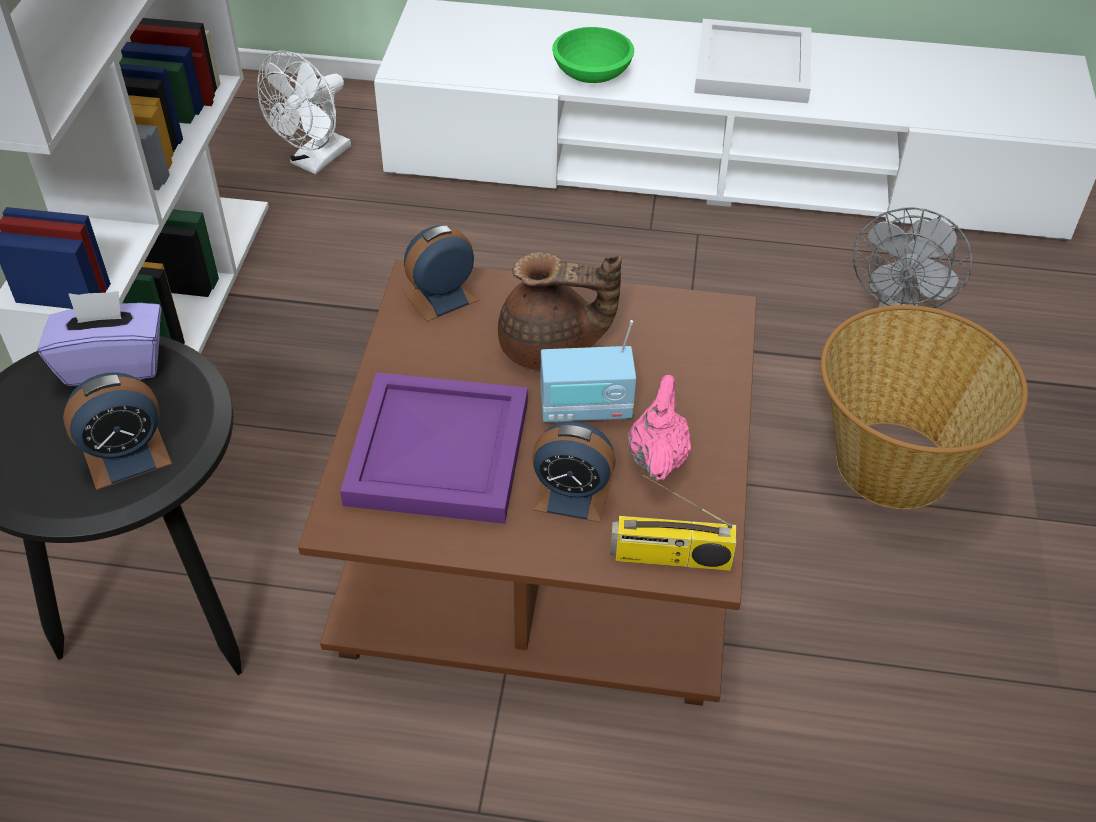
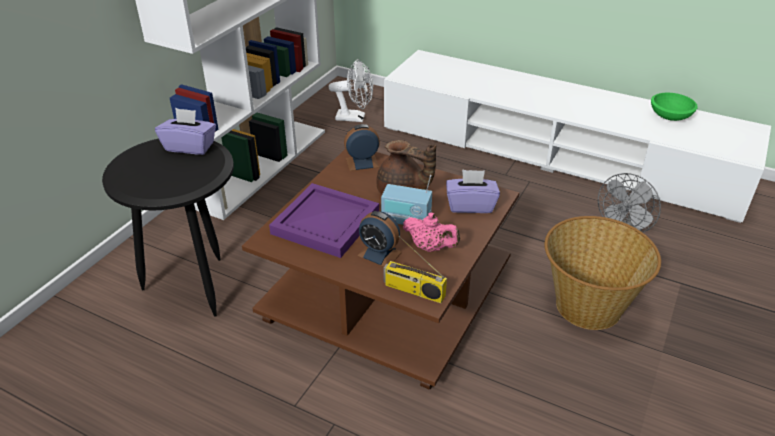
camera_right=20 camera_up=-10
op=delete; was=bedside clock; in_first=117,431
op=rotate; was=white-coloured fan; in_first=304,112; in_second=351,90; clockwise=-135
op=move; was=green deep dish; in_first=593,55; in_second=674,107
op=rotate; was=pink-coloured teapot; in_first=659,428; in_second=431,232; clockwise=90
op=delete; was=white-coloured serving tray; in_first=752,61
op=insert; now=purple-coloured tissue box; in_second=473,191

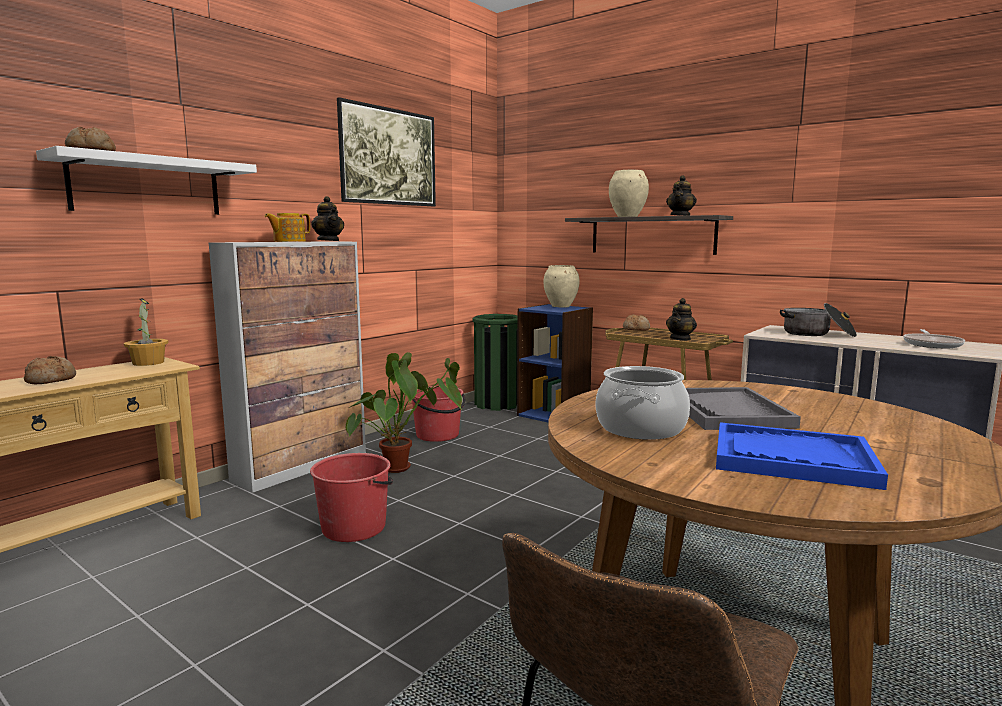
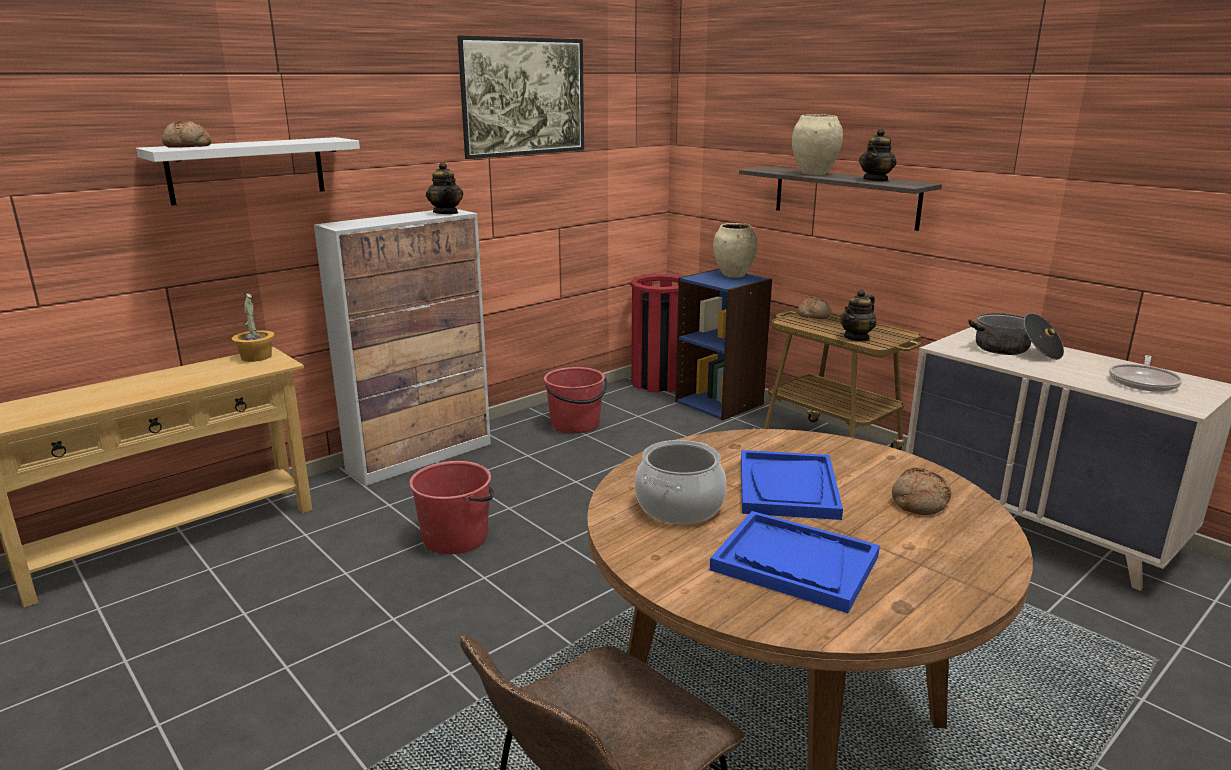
camera_right=10 camera_up=10
op=move; was=bread; in_first=50,370; in_second=921,491
op=delete; was=teapot; in_first=287,227
op=delete; was=plant in a pot; in_first=404,412
op=recolor; was=green trash can; now=red trash can; in_first=495,362; in_second=655,333
op=recolor; was=greyish serving tray; now=blue-coloured serving tray; in_first=743,408; in_second=792,485

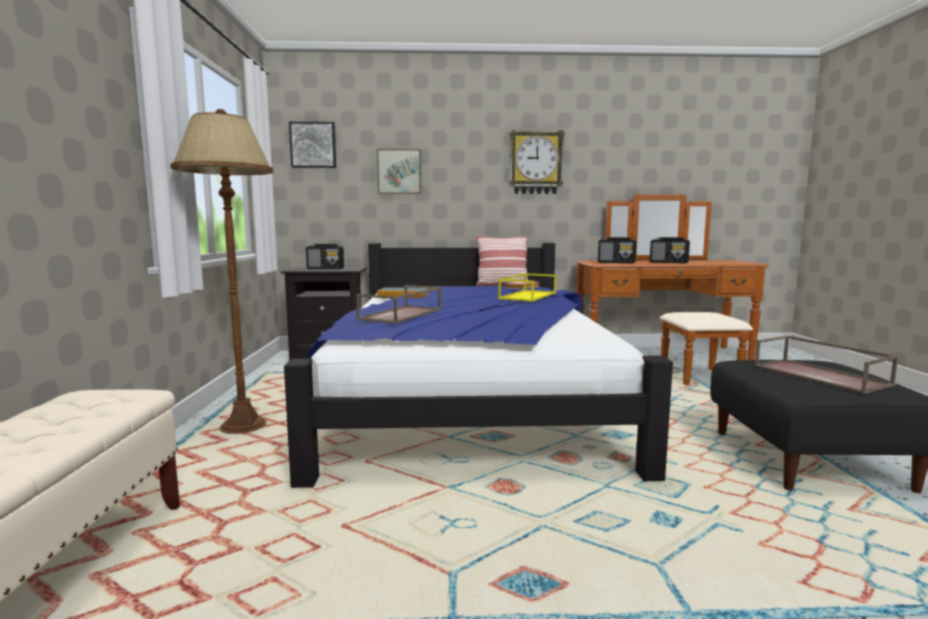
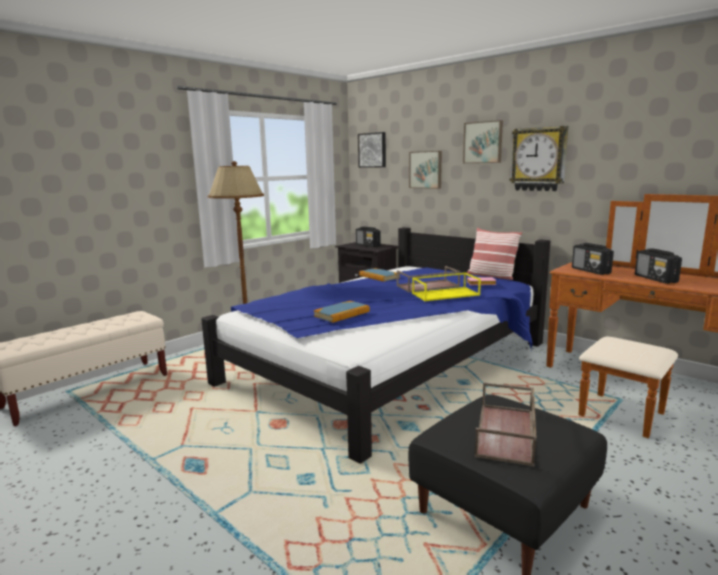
camera_right=45 camera_up=5
op=move; was=brown serving tray; in_first=398,304; in_second=428,279
op=insert; now=book; in_second=341,312
op=insert; now=wall picture; in_second=483,141

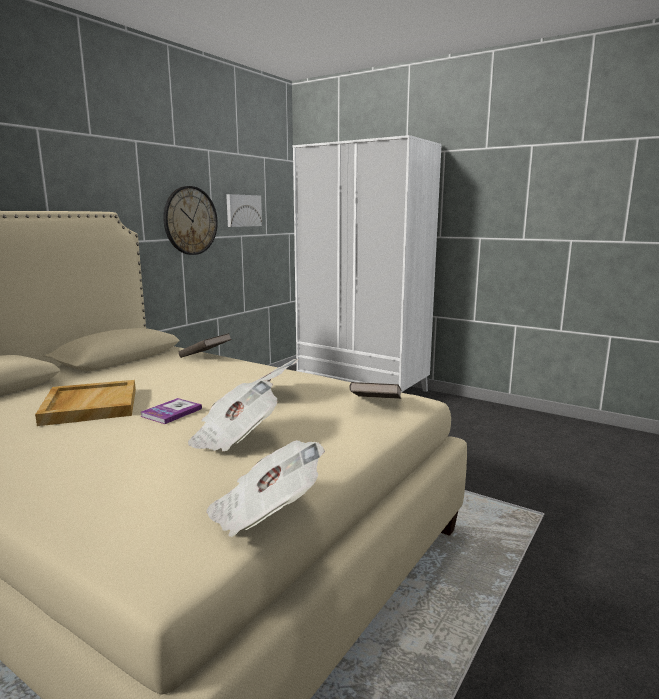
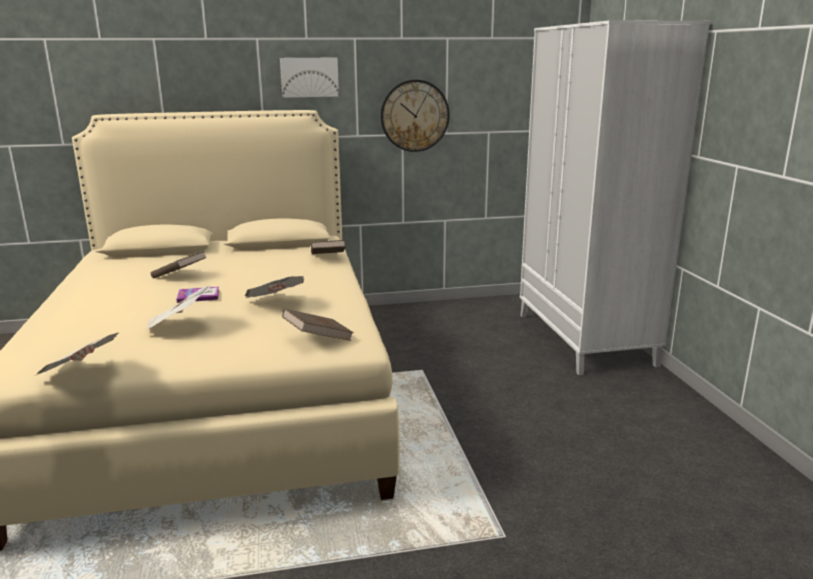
camera_right=45 camera_up=5
op=replace; was=sand-coloured serving tray; now=brown book; in_first=85,403; in_second=179,265
op=move; was=wall picture; in_first=244,210; in_second=309,78

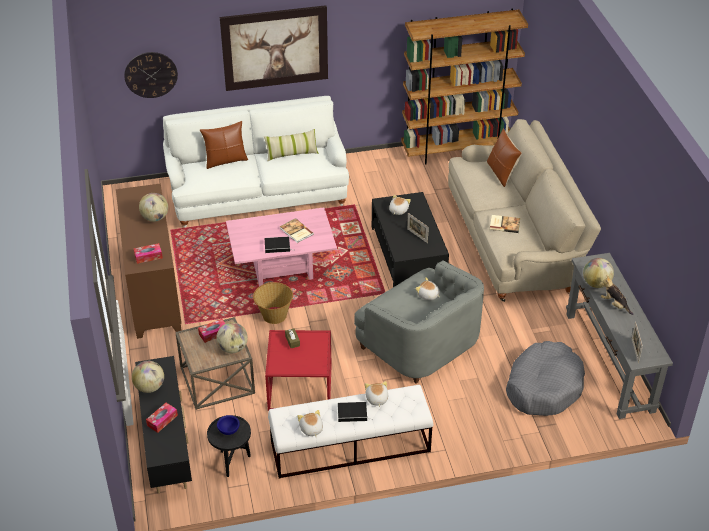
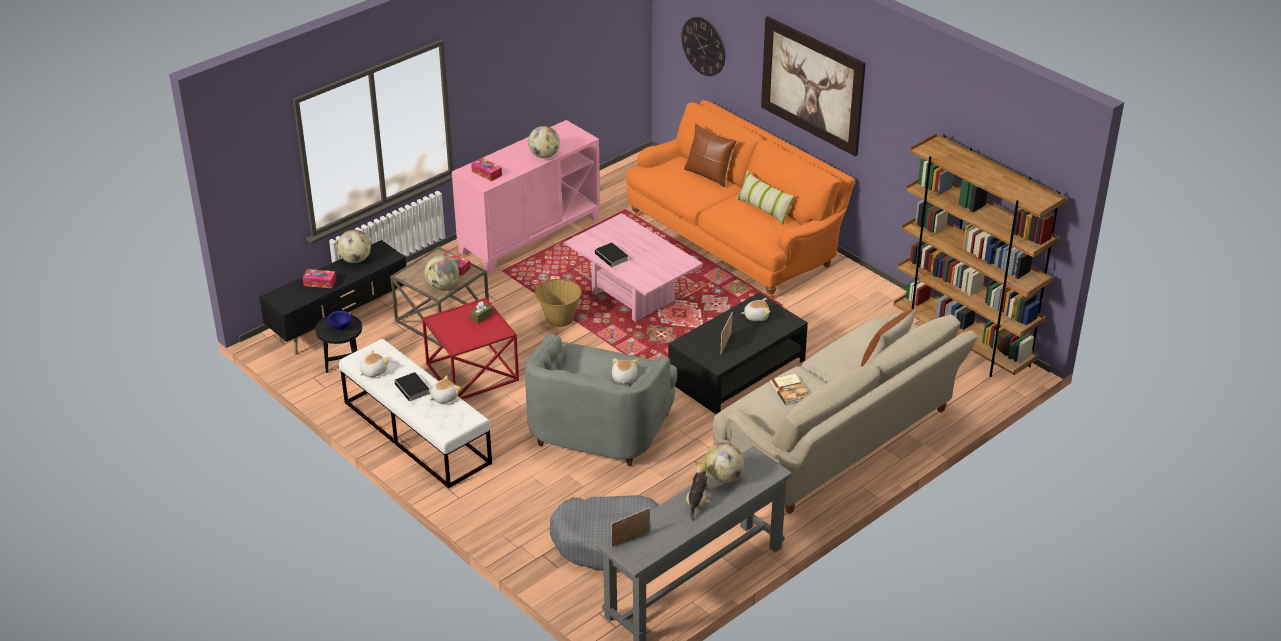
camera_right=60 camera_up=-5
op=recolor; was=brown storage cabinet; now=pink-coloured storage cabinet; in_first=149,261; in_second=526,196
op=recolor; was=white-coloured sofa; now=orange-coloured sofa; in_first=256,161; in_second=740,199
op=delete; was=book; in_first=297,230

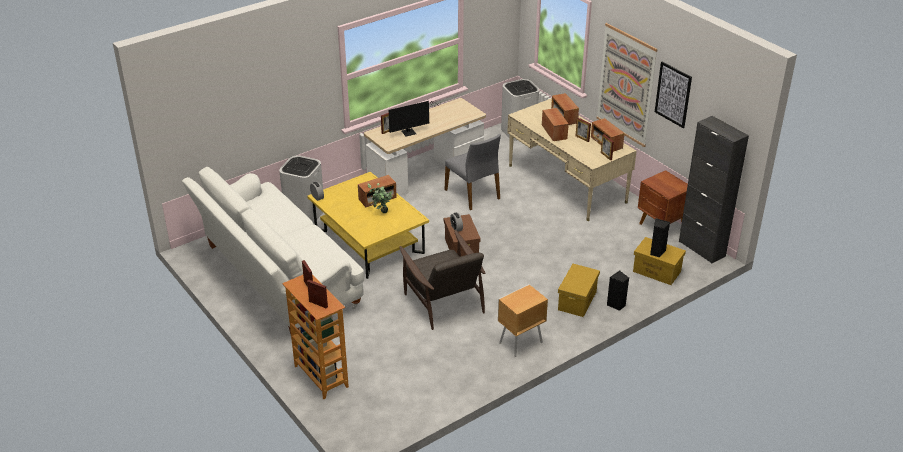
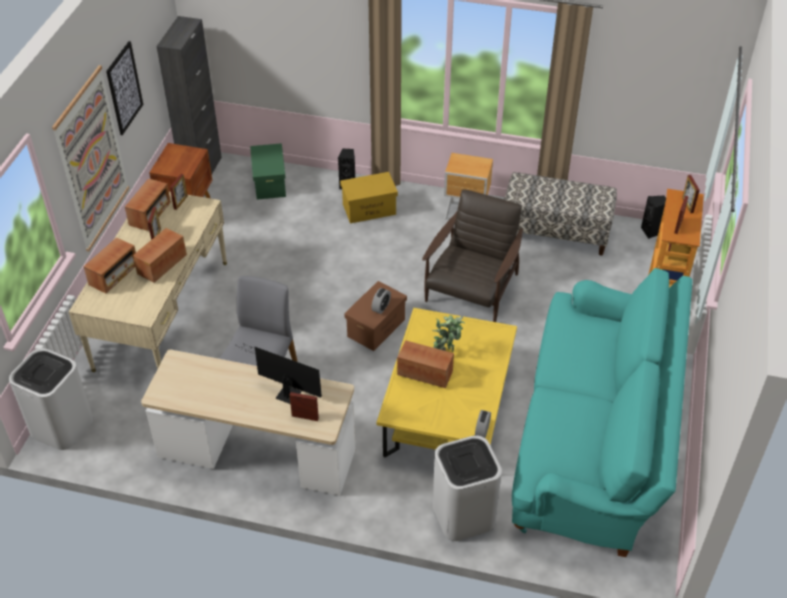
camera_right=-130 camera_up=10
op=recolor; was=white-coloured sofa; now=turquoise sofa; in_first=273,250; in_second=602,412
op=recolor; was=yellow-coloured storage container; now=green storage container; in_first=659,261; in_second=268,171
op=move; was=black loudspeaker; in_first=660,237; in_second=653,217
op=insert; now=bench; in_second=560,214

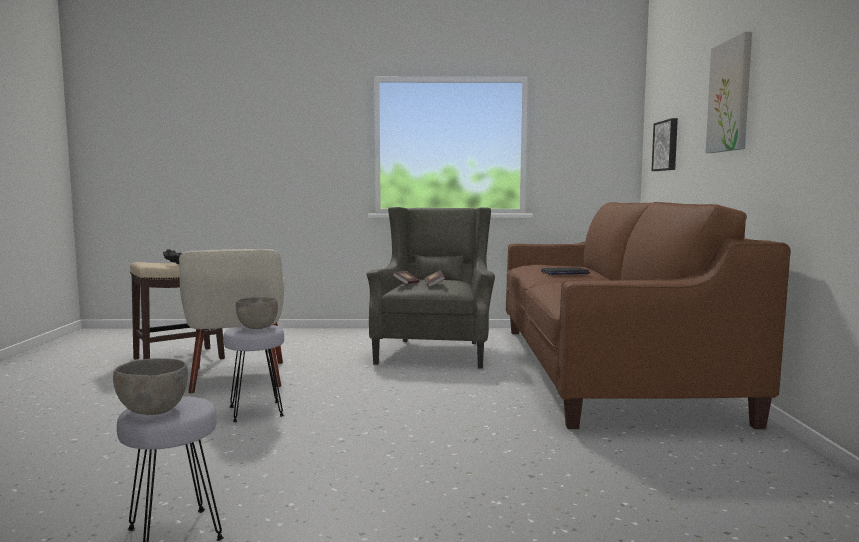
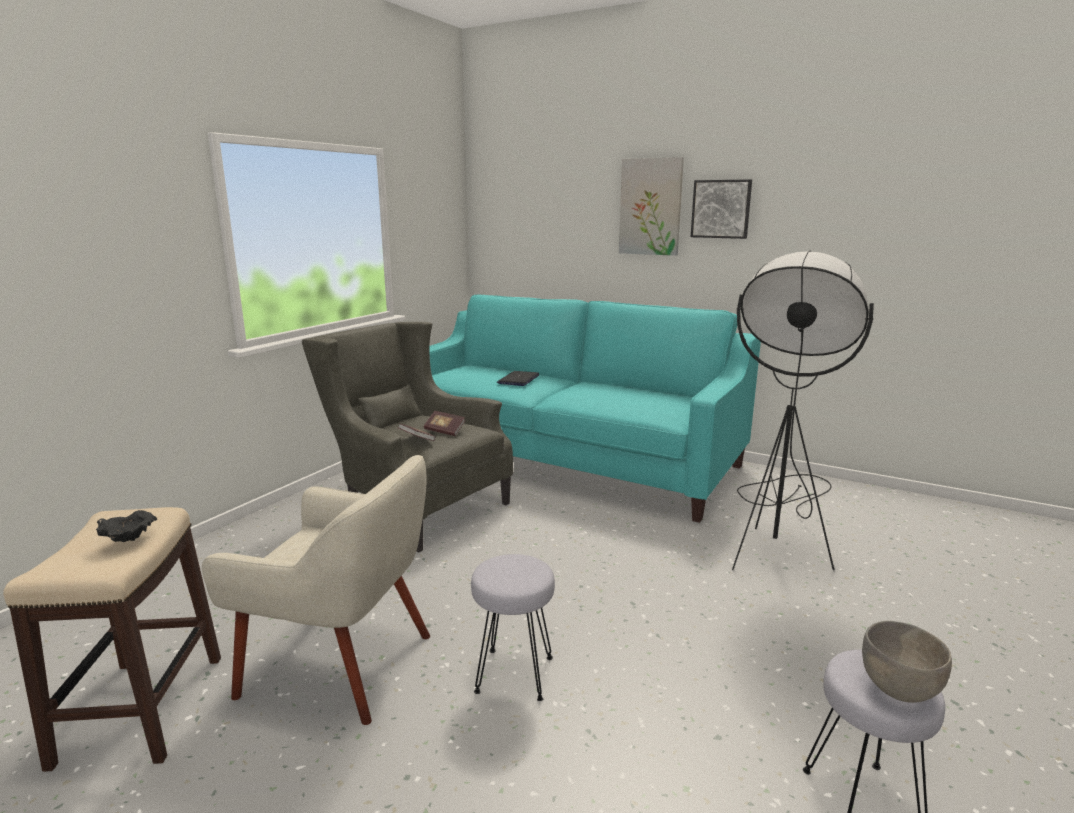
camera_right=-60 camera_up=10
op=delete; was=greyish deep dish; in_first=257,313
op=recolor; was=brown sofa; now=turquoise sofa; in_first=648,315; in_second=595,409
op=move; was=wall picture; in_first=664,144; in_second=721,209
op=insert; now=black standard lamp; in_second=803,410

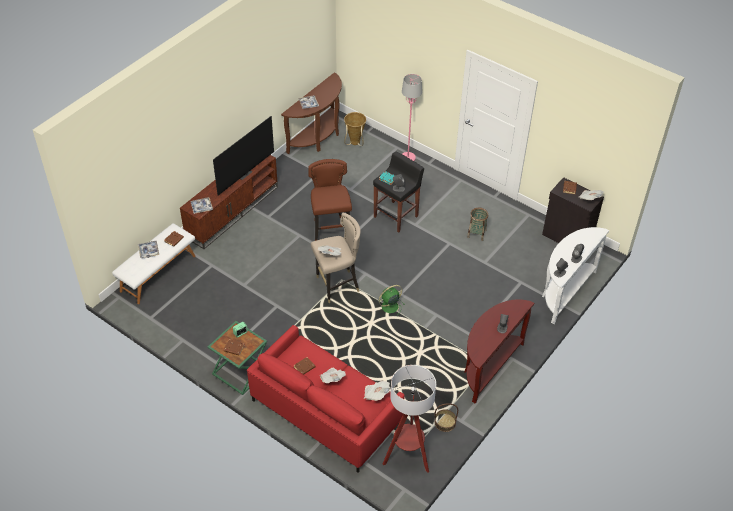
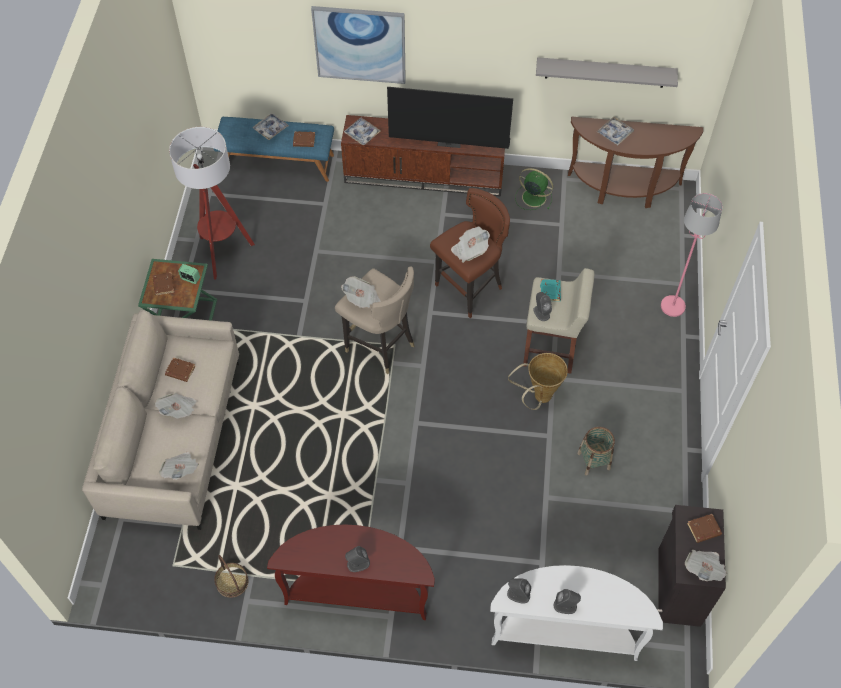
camera_right=60 camera_up=10
op=recolor; was=white-coloured bench; now=blue-coloured bench; in_first=154,263; in_second=273,149
op=recolor; was=red sofa; now=sand-coloured sofa; in_first=326,399; in_second=160,420
op=move; was=storage basket; in_first=355,129; in_second=538,381
op=recolor; was=black stool; now=sand-coloured stool; in_first=398,192; in_second=559,321
op=move; was=green fan; in_first=391,299; in_second=534,189
op=move; was=standard lamp; in_first=409,418; in_second=212,203
op=insert; now=wall picture; in_second=358,45
op=insert; now=printed paper; in_second=470,245
op=insert; now=greyish wall shelf; in_second=607,72

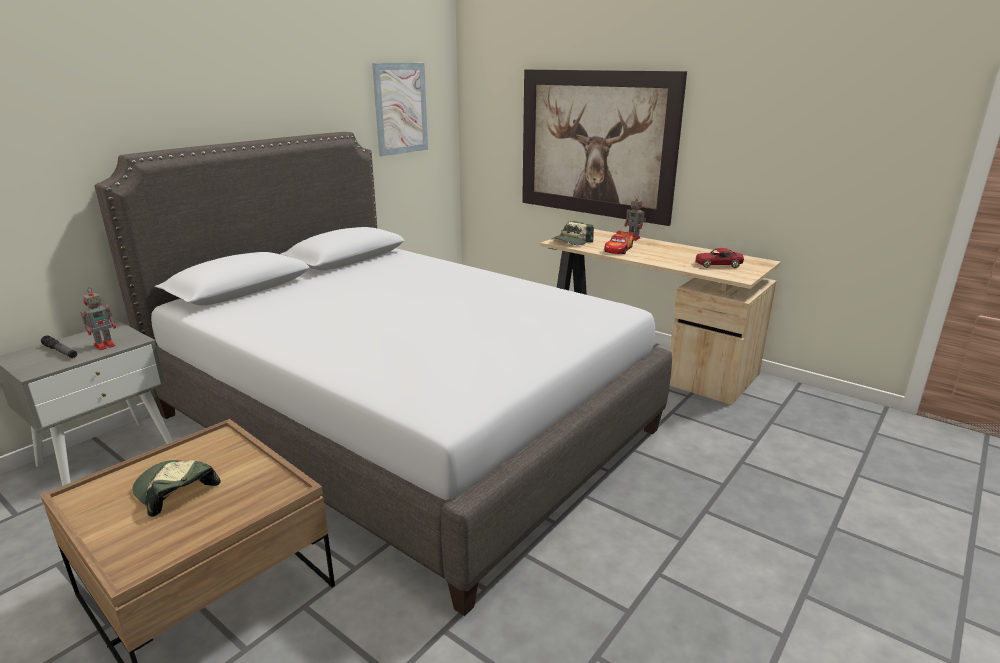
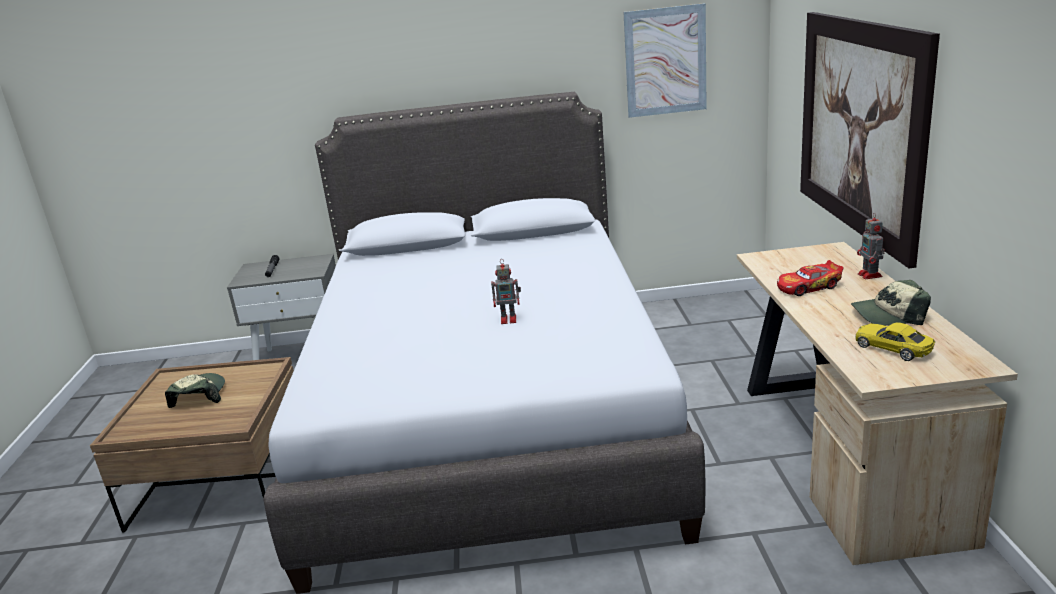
camera_right=50 camera_up=0
op=move; was=toy robot; in_first=98,319; in_second=506,291
op=move; was=peaked cap; in_first=573,233; in_second=891,303
op=recolor; was=red model car; now=yellow-coloured model car; in_first=719,258; in_second=895,342

